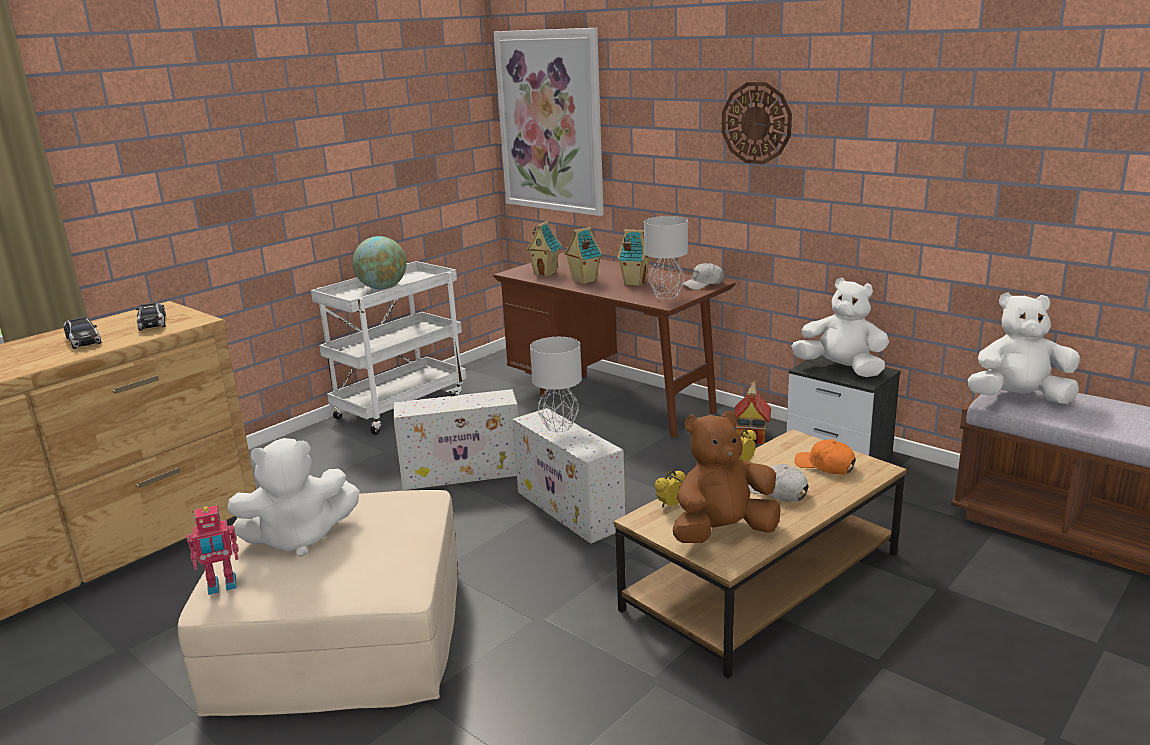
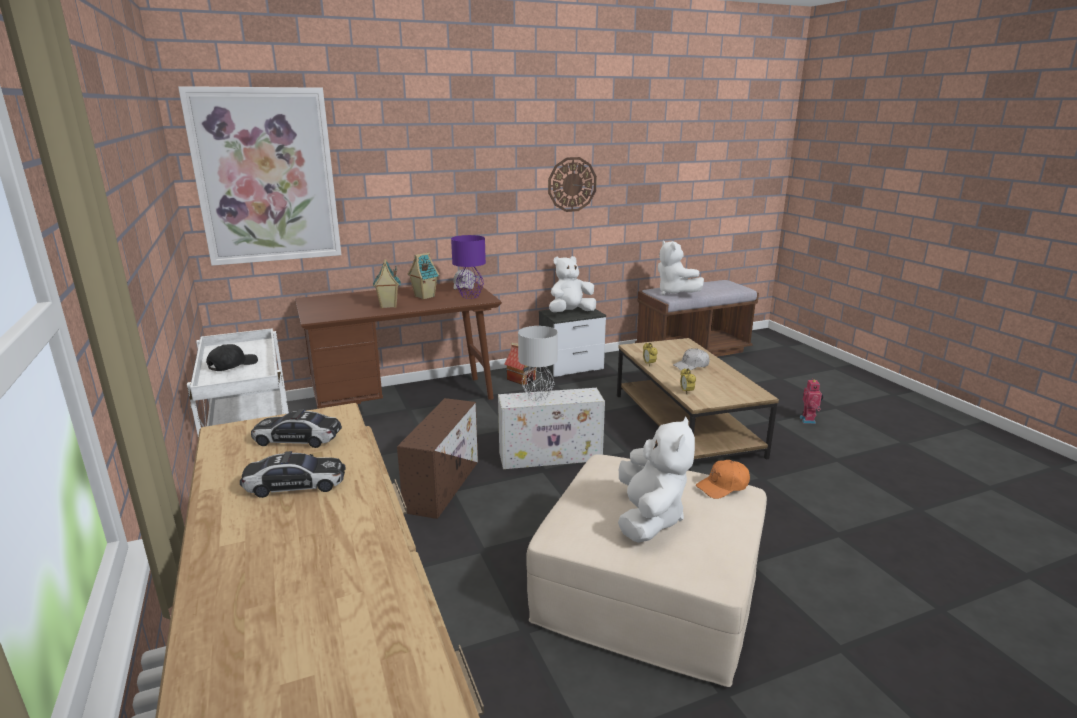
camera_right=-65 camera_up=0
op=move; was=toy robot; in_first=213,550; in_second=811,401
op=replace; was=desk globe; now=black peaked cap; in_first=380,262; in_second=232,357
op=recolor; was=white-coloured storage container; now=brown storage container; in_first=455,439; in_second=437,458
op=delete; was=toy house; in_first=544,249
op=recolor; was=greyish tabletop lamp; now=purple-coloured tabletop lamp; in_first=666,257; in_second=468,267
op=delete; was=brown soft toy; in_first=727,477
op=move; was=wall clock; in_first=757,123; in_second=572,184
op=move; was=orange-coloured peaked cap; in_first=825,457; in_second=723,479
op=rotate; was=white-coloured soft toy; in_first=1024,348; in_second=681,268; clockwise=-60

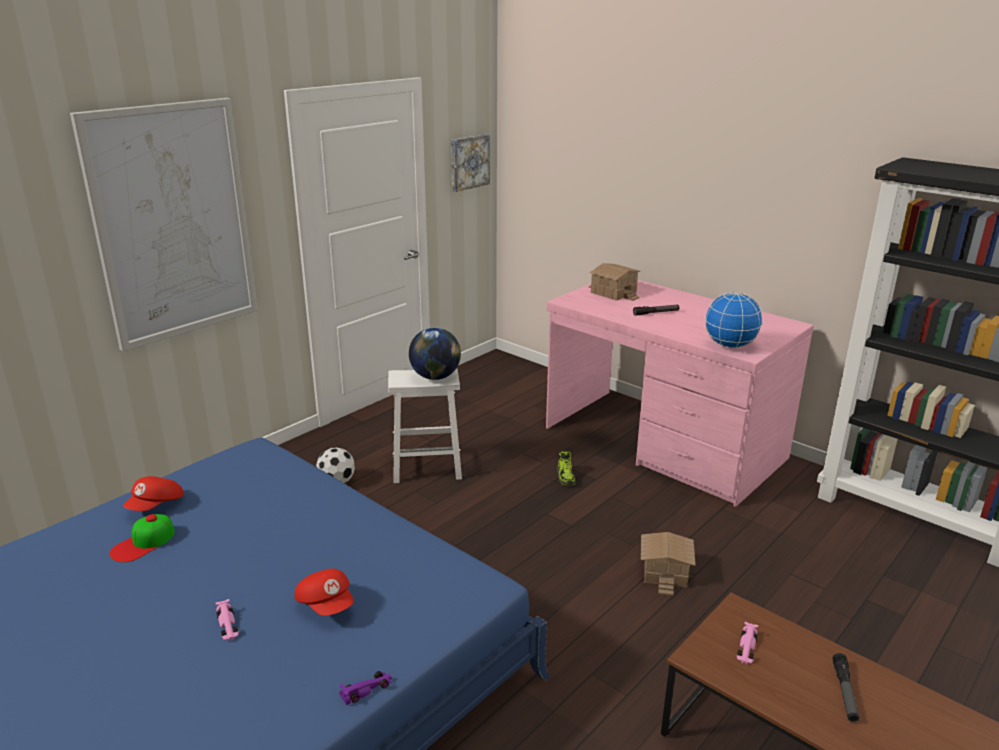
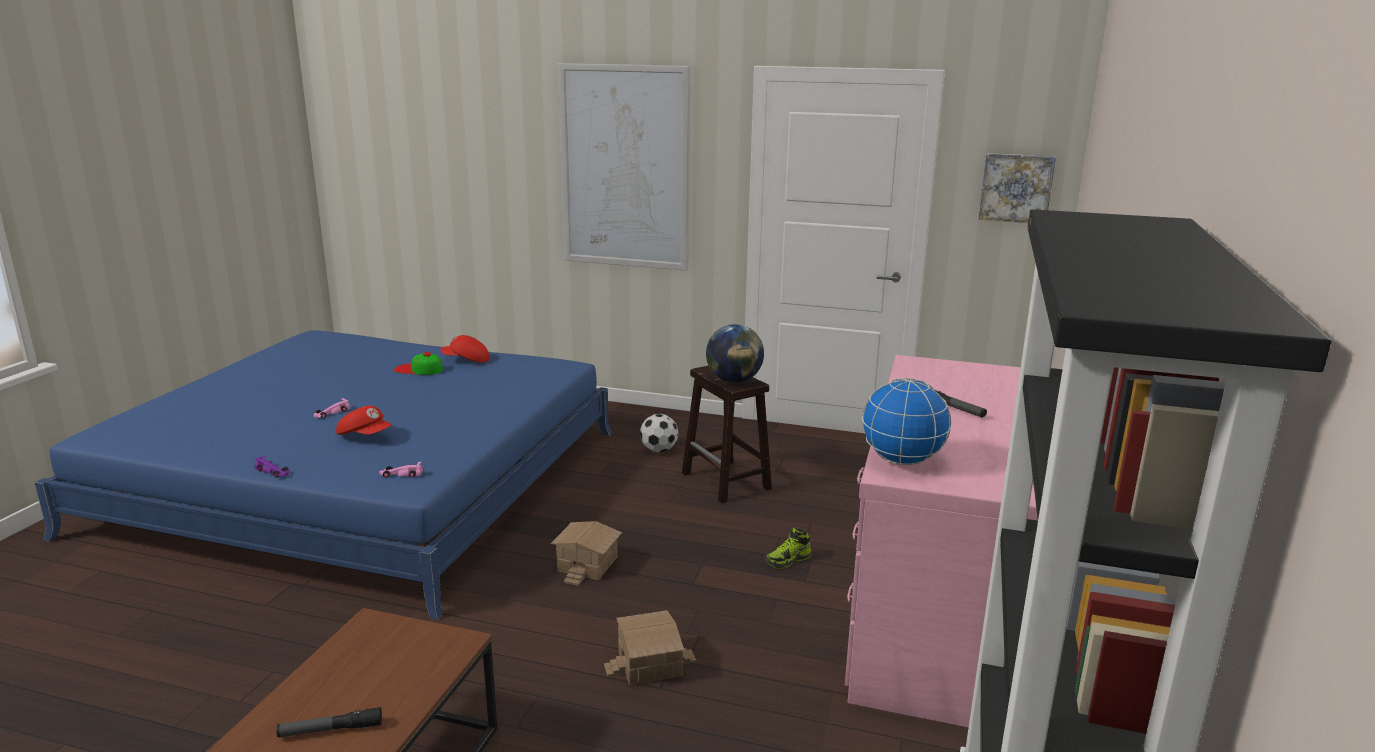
camera_right=65 camera_up=-5
op=rotate; was=red peaked cap; in_first=324,592; in_second=364,420; clockwise=-90
op=recolor; was=white-coloured stool; now=brown stool; in_first=425,425; in_second=727,434
op=move; was=toy house; in_first=614,282; in_second=586,553
op=move; was=pink-coloured model car; in_first=747,643; in_second=401,470

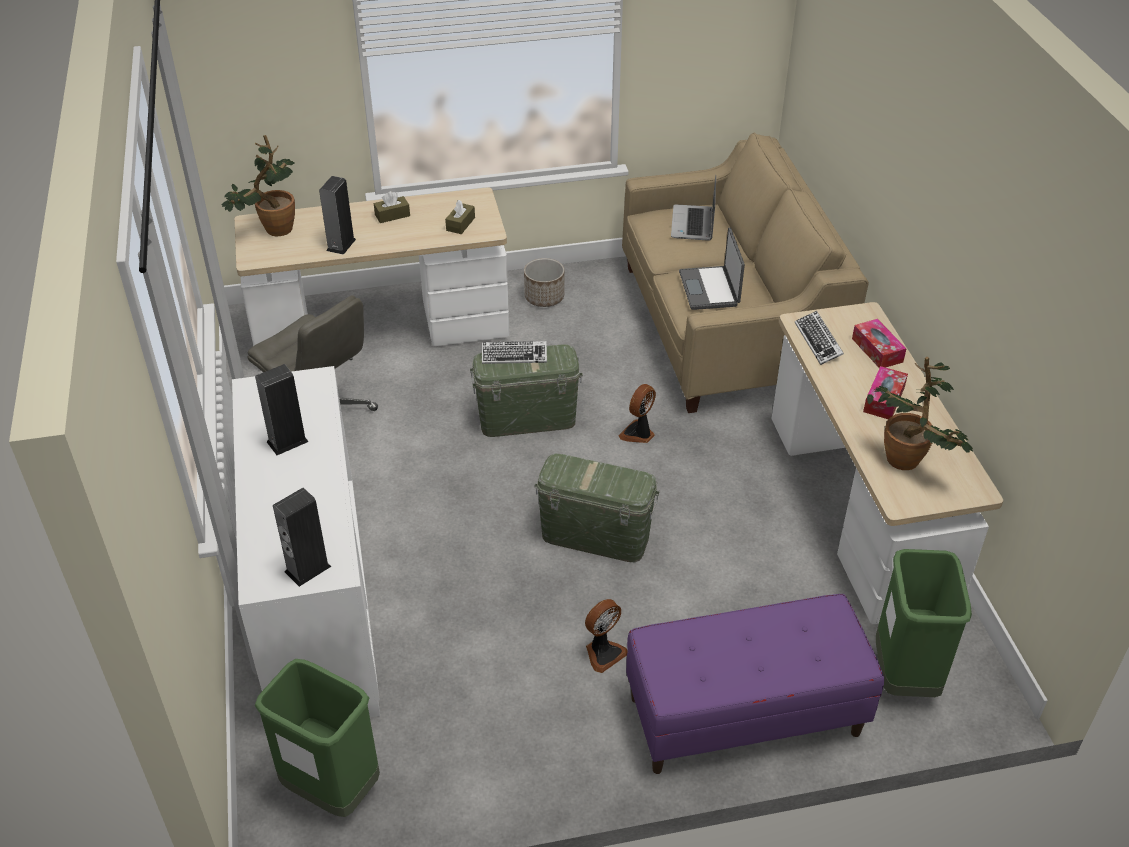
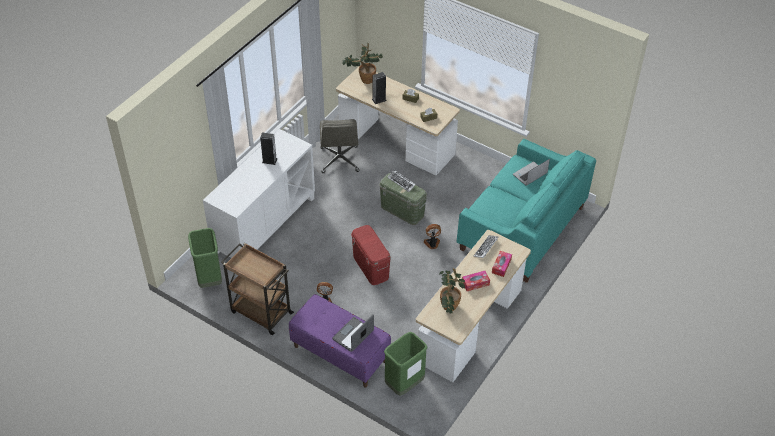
camera_right=45 camera_up=5
op=delete; was=loudspeaker; in_first=302,537
op=delete; was=plant pot; in_first=544,282
op=recolor; was=green storage container; now=red storage container; in_first=597,508; in_second=371,255
op=recolor; was=sand-coloured sofa; now=turquoise sofa; in_first=745,273; in_second=526,211
op=move; was=notebook computer; in_first=712,269; in_second=353,333
op=insert; now=brown cart; in_second=257,289

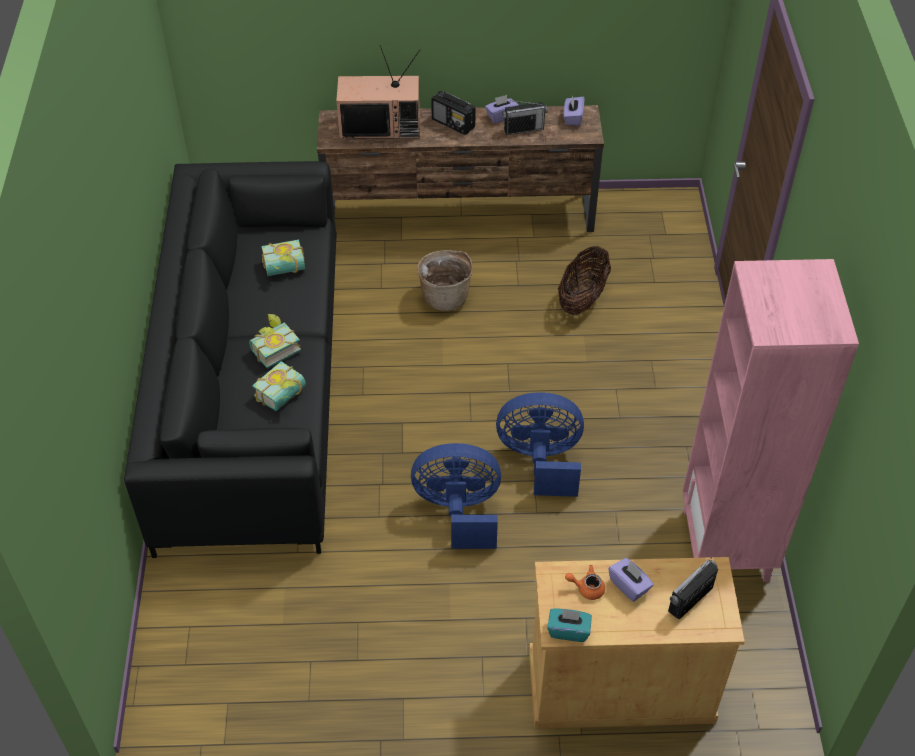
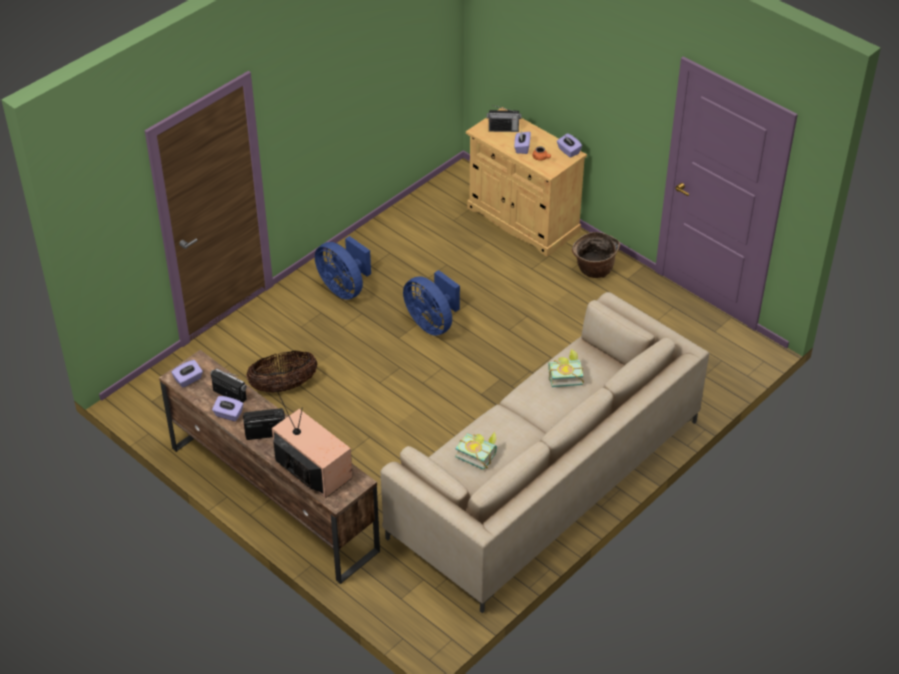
camera_right=-135 camera_up=-5
op=recolor; was=black sofa; now=sand-coloured sofa; in_first=230,359; in_second=545,452
op=delete; was=book; in_first=275,341
op=move; was=blue-coloured fan; in_first=456,496; in_second=343,268
op=move; was=storage basket; in_first=445,280; in_second=596,255
op=rotate; was=radio receiver; in_first=453,113; in_second=264,424; clockwise=-90
op=recolor; was=turquoise tissue box; now=purple-coloured tissue box; in_first=569,625; in_second=569,145
op=delete; was=pink-coloured bookcase; in_first=770,420

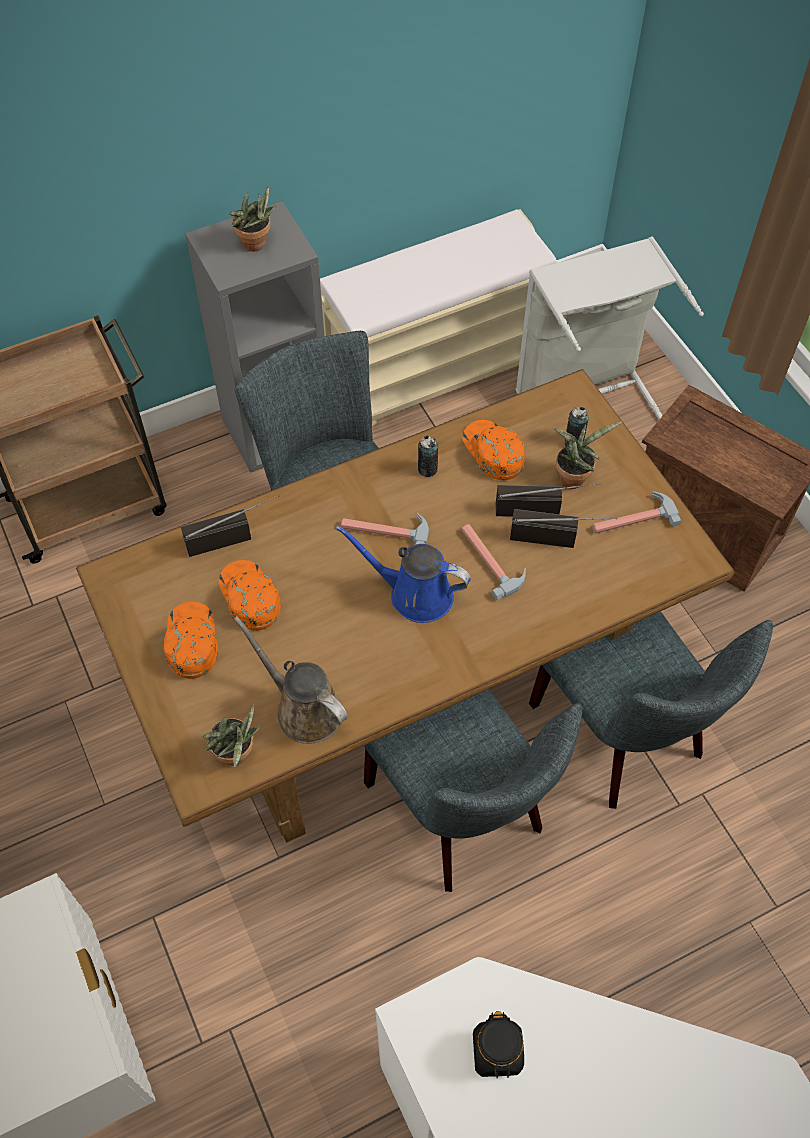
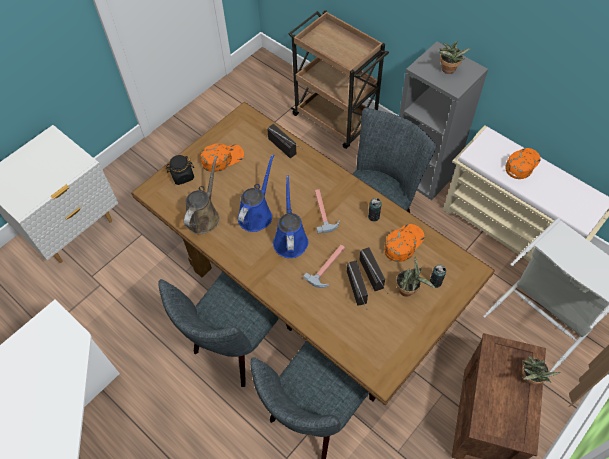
camera_right=70 camera_up=0
op=move; was=plant in a pot; in_first=232,735; in_second=541,370
op=move; was=orange-coloured peaked cap; in_first=250,595; in_second=522,163
op=move; was=black preserve jar; in_first=498,1045; in_second=180,170
op=delete; was=hand hammer; in_first=637,512
op=insert; now=blue-coloured watering can; in_second=256,193

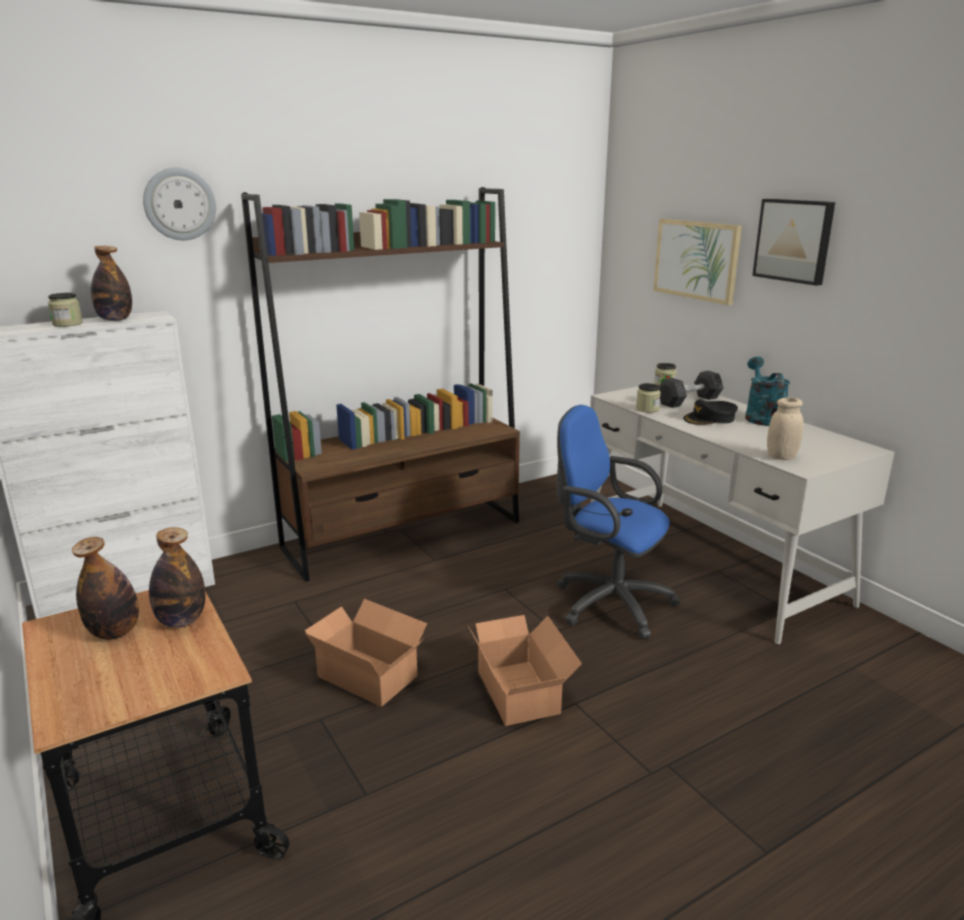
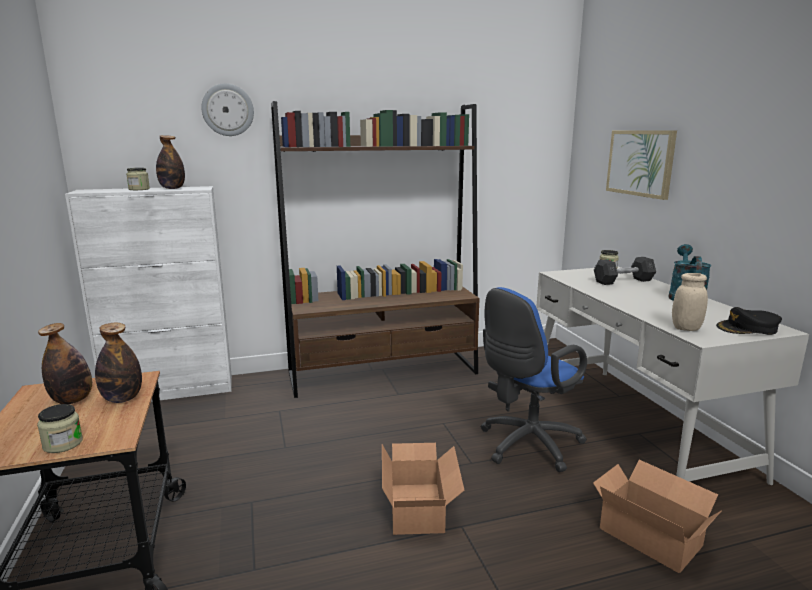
camera_right=15 camera_up=-5
op=move; was=carton; in_first=366,653; in_second=657,516
op=rotate; was=blue-coloured computer chair; in_first=618,522; in_second=534,379; clockwise=-90
op=move; was=preserve jar; in_first=648,398; in_second=60,428
op=move; was=black peaked cap; in_first=710,412; in_second=749,321
op=delete; was=wall picture; in_first=793,242

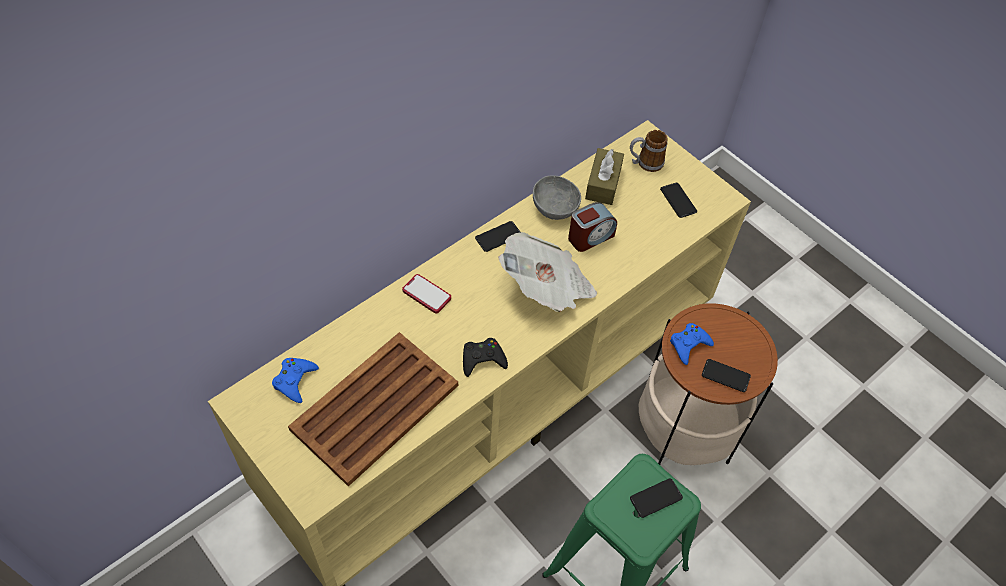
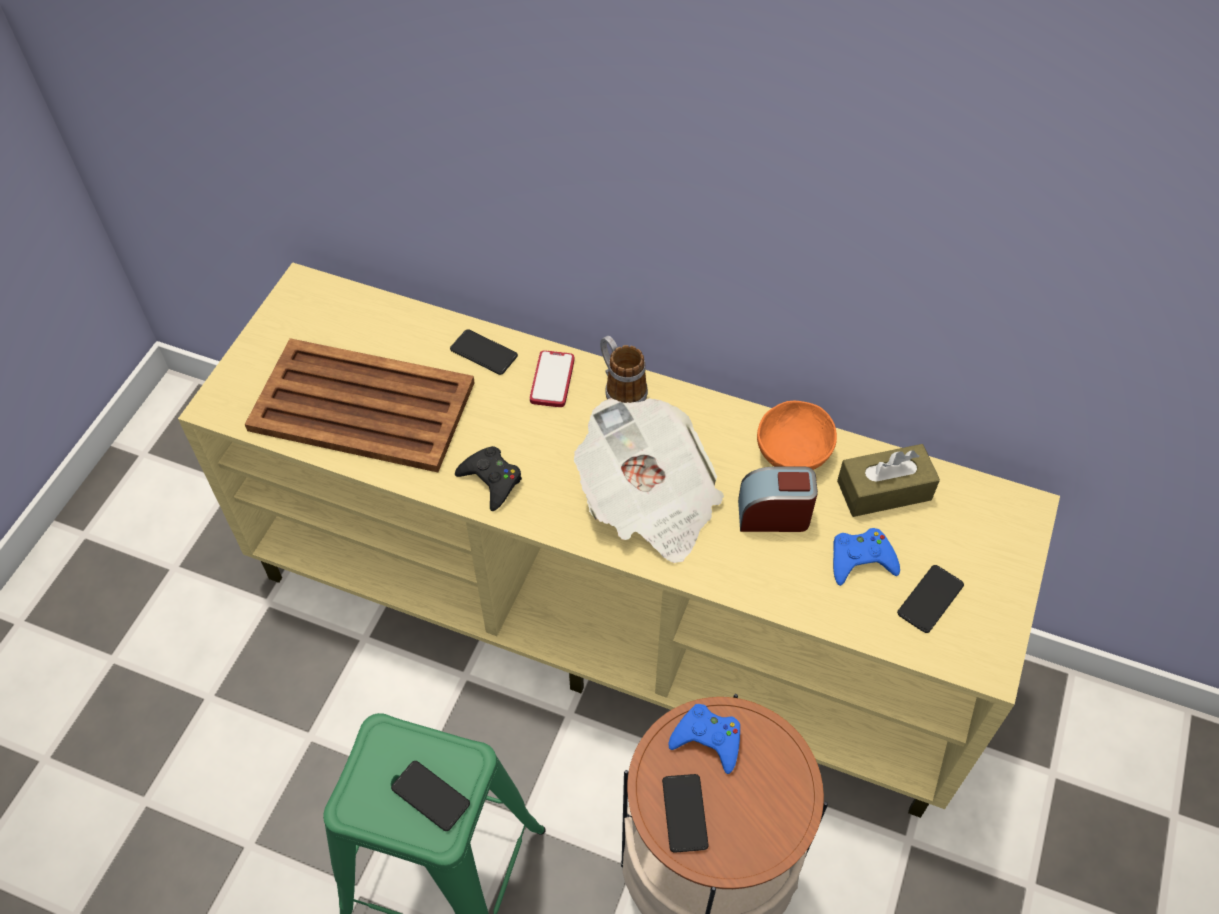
camera_right=65 camera_up=0
op=move; was=blue-coloured gamepad; in_first=295,380; in_second=866,557
op=move; was=phone; in_first=497,236; in_second=484,352
op=recolor; was=greyish deep dish; now=orange-coloured deep dish; in_first=557,197; in_second=797,435
op=rotate; was=bedside clock; in_first=592,227; in_second=778,499; clockwise=150
op=move; was=coffee mug; in_first=648,151; in_second=624,369

